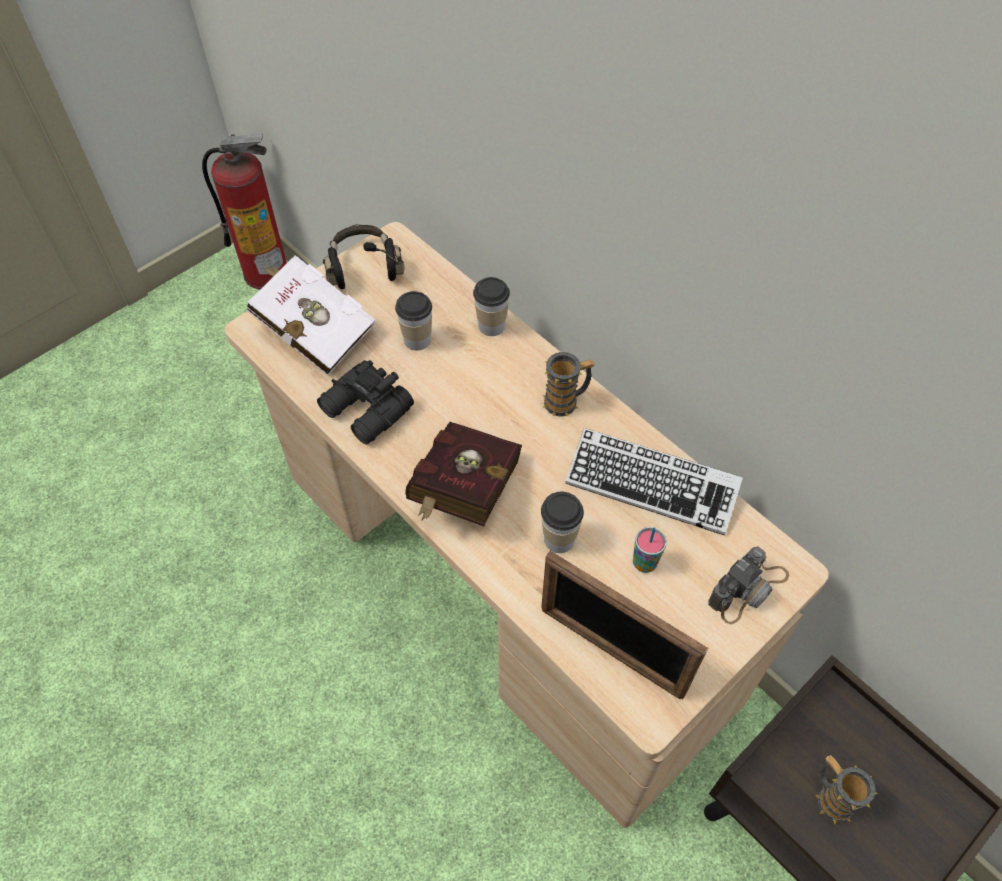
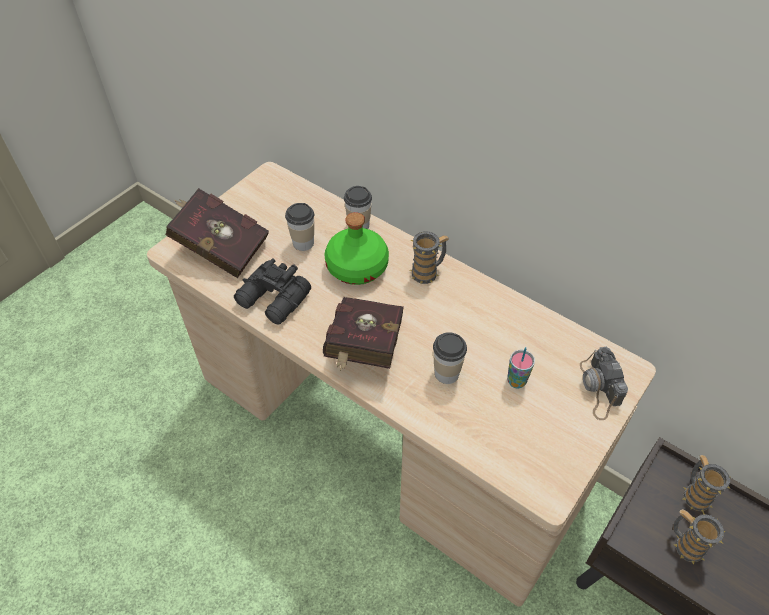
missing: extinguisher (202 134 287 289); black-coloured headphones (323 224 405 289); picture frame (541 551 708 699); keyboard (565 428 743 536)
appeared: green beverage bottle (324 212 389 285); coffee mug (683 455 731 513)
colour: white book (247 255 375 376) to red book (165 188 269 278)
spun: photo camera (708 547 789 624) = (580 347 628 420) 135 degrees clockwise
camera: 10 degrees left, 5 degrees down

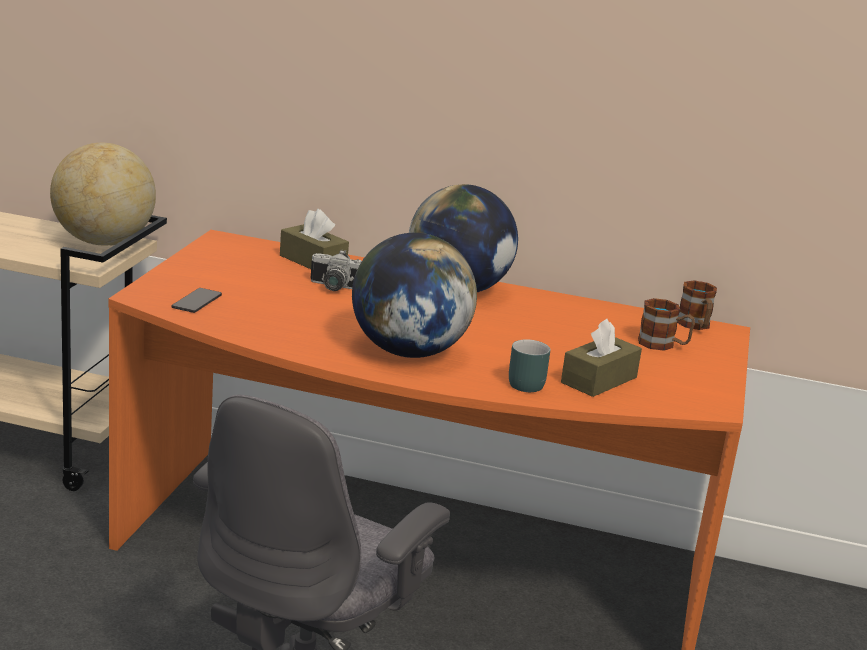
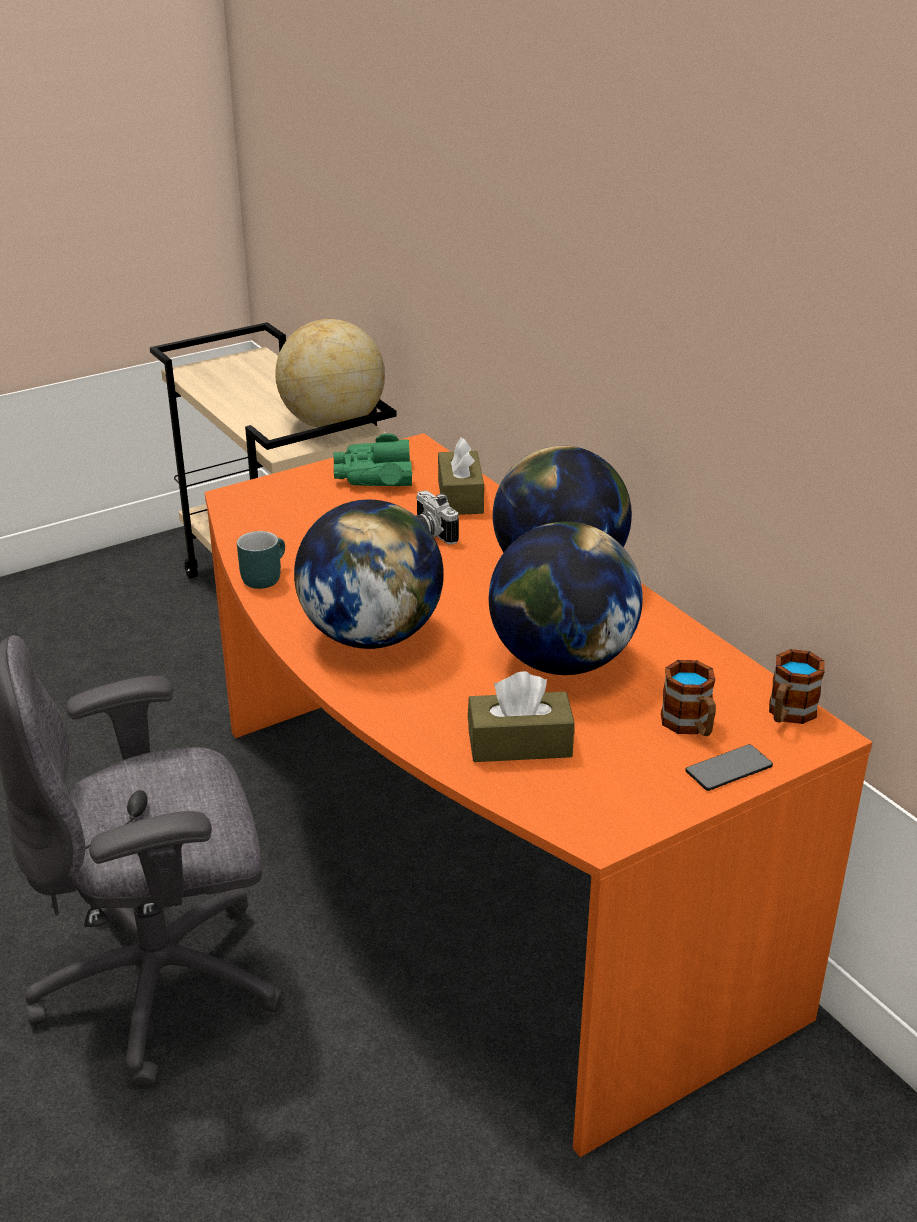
appeared: green pair of binoculars (334 433 413 486); world globe (489 522 643 675)
relocated: phone (172 288 222 313) to (685 744 773 791); turquoise-coloured coffee mug (509 339 550 392) to (237 531 285 589)
camera: 45 degrees right, 10 degrees up

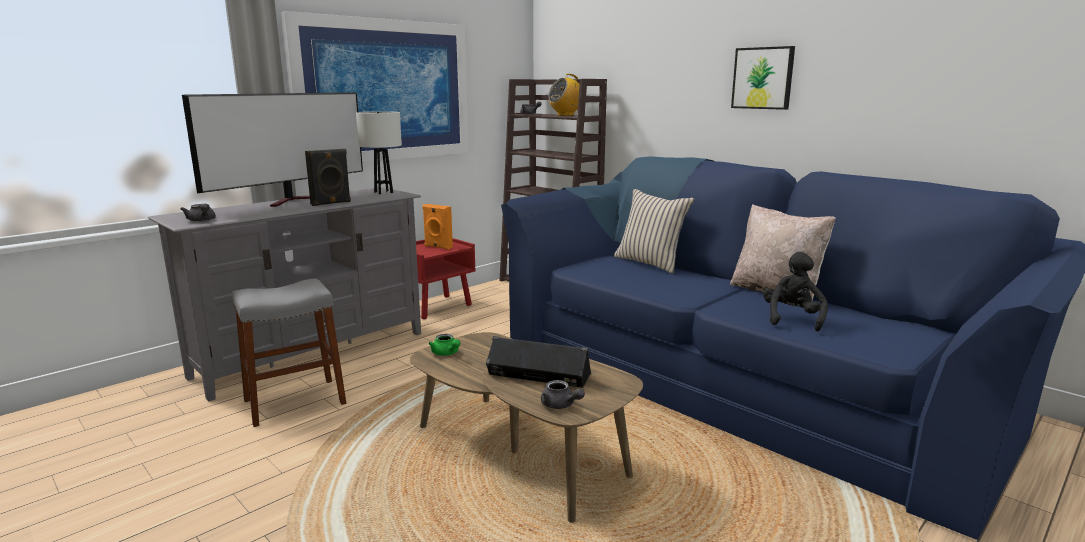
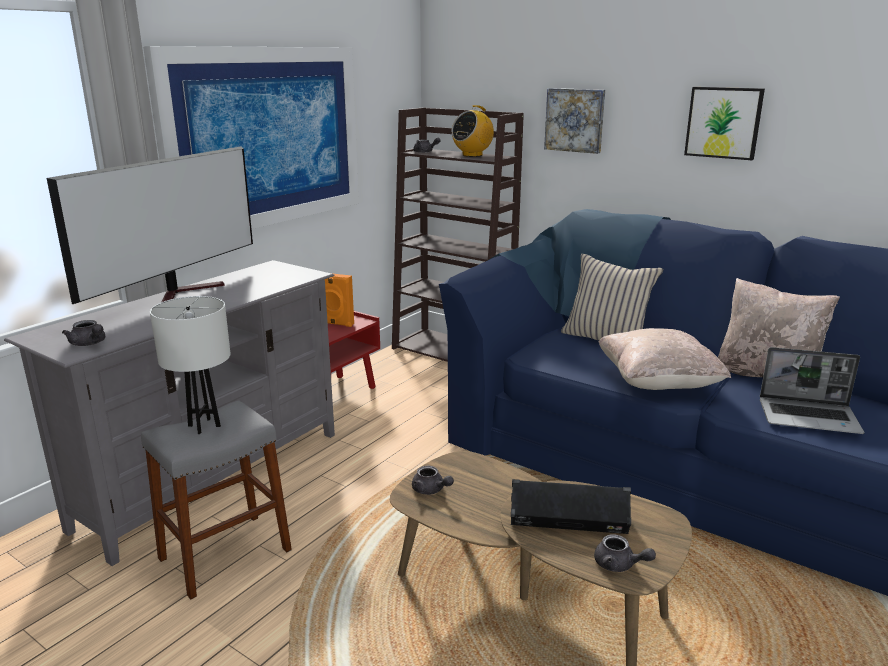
missing: black-coloured audio speaker (305 149 351 206)
appeared: picture (544 88 605 154); beige throw pillow (599 328 731 390)
relocated: white tabletop lamp (356 111 402 194) to (150 296 230 434)
exchanged: black-coloured plush toy (763 252 828 331) to laptop (760 347 865 434)
colour: green pot for tea (428 334 460 356) to gray pot for tea (412 465 454 495)
camera: 10 degrees left, 5 degrees up

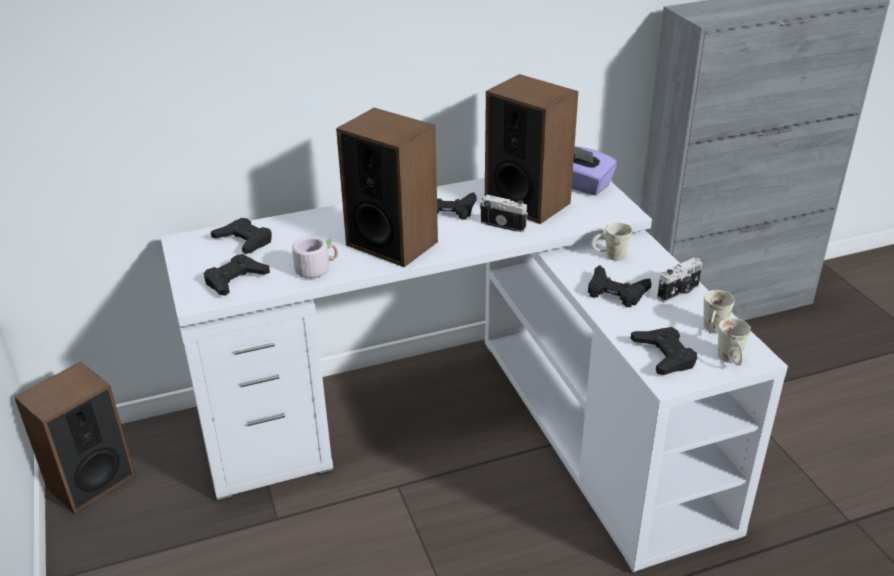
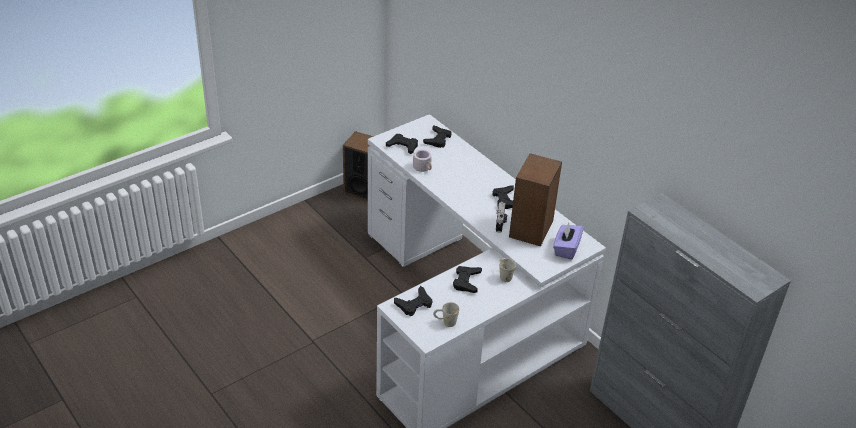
missing: audio speaker (336 108 438 267); photo camera (657 258 702 302); white coffee mug (718 318 751 366)
camera: 70 degrees right, 5 degrees up

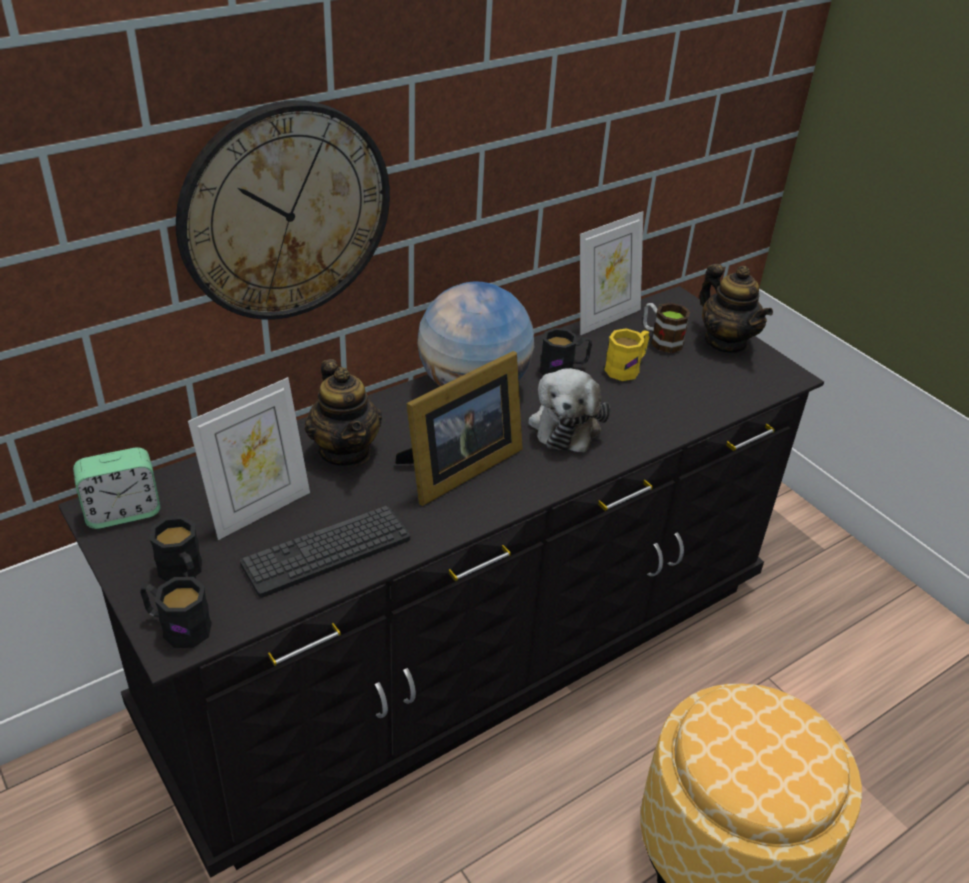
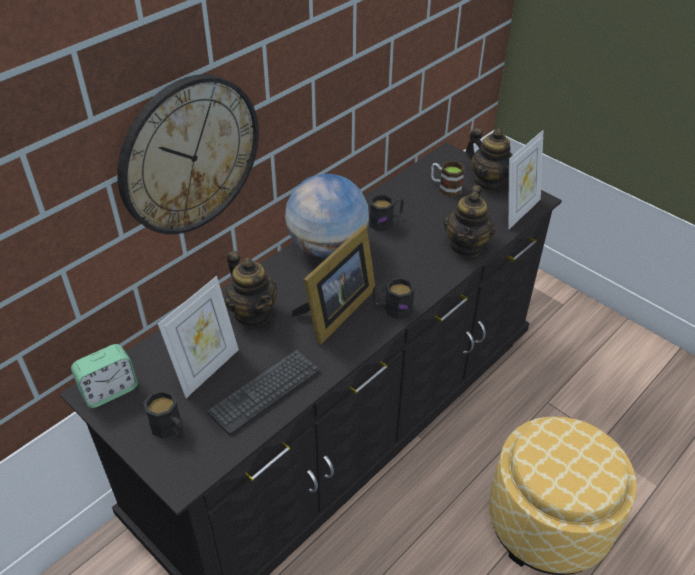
missing: plush toy (528 368 610 452); yellowish coffee mug (604 328 650 381)
appeared: pot for tea (444 185 495 257)
relocated: black-coloured coffee mug (140 577 212 648) to (373 277 415 319); picture frame (580 211 643 335) to (508 130 544 230)
camera: 10 degrees left, 5 degrees up

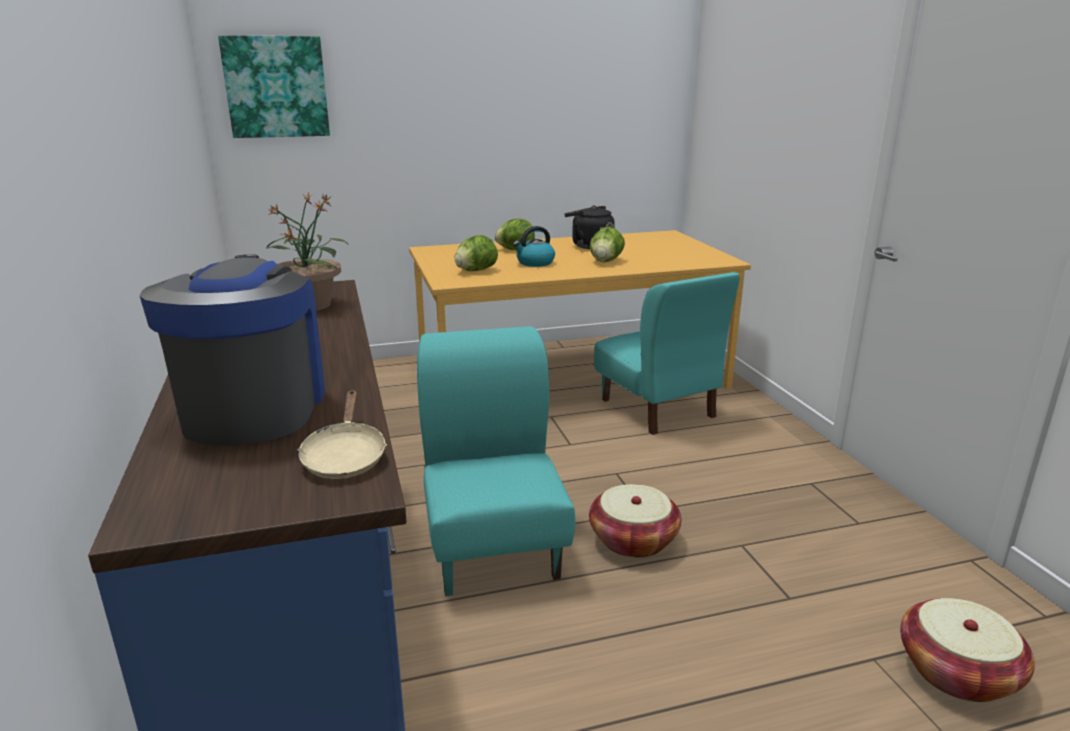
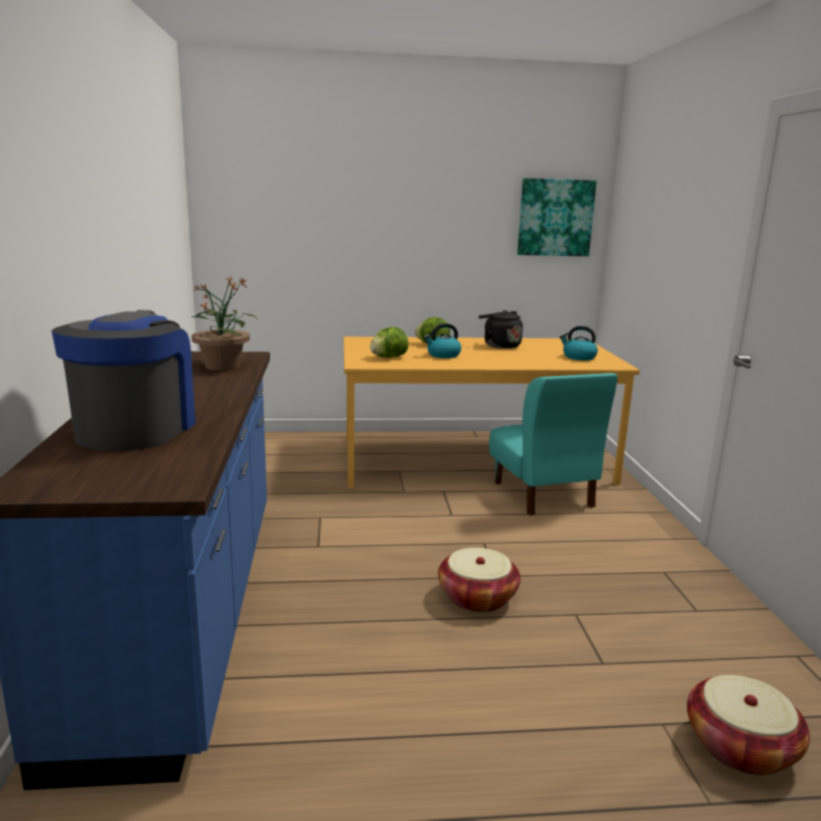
missing: beige pan (297 390 387 479); turquoise-coloured chair (417 326 576 596); head of lettuce (590 227 625 262)
appeared: tea kettle (560 326 598 360)
relocated: picture (218 35 330 138) to (517 178 597 256)
camera: 10 degrees right, 5 degrees down

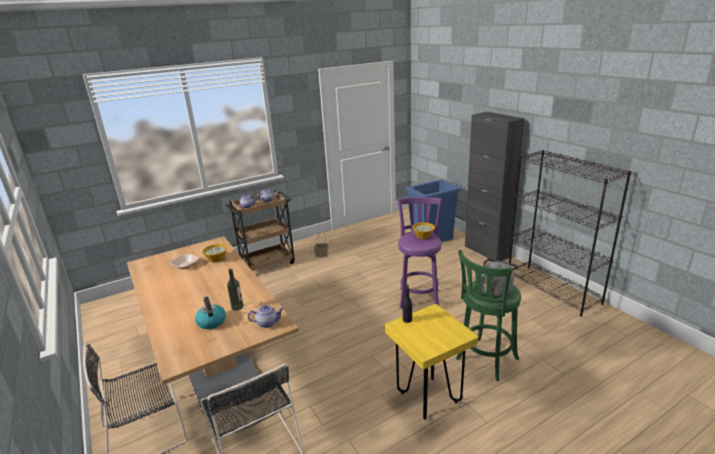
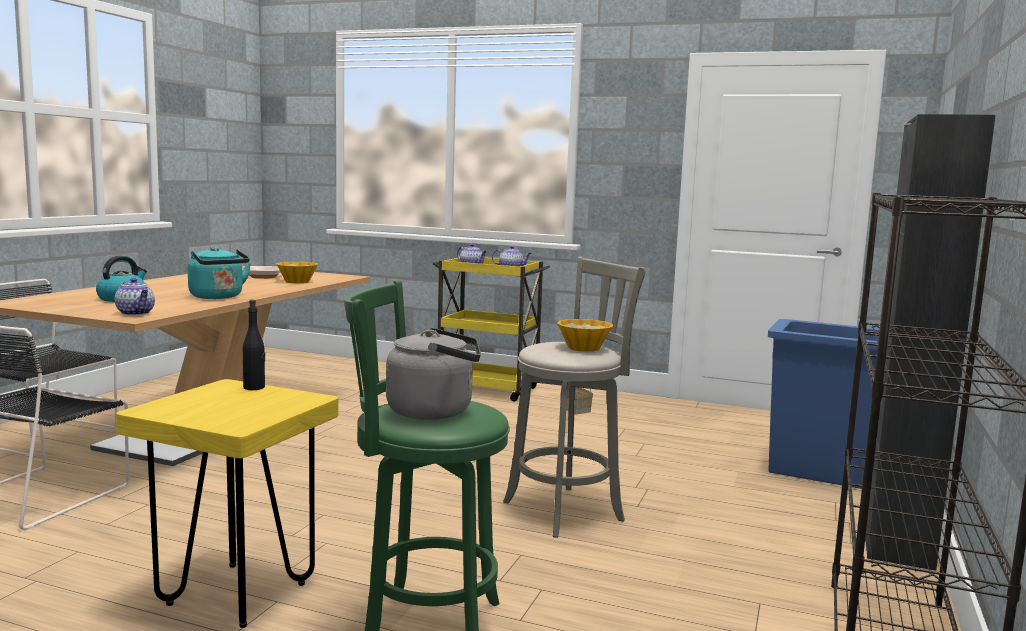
missing: beverage bottle (227 269 244 311)
appeared: turquoise-coloured tea kettle (188 247 251 299)
colour: brownish cart (226 191 295 271) to yellowish cart (433 258 550 402); purple stool (397 197 443 309) to gray stool (503 256 646 538)
camera: 50 degrees right, 15 degrees down

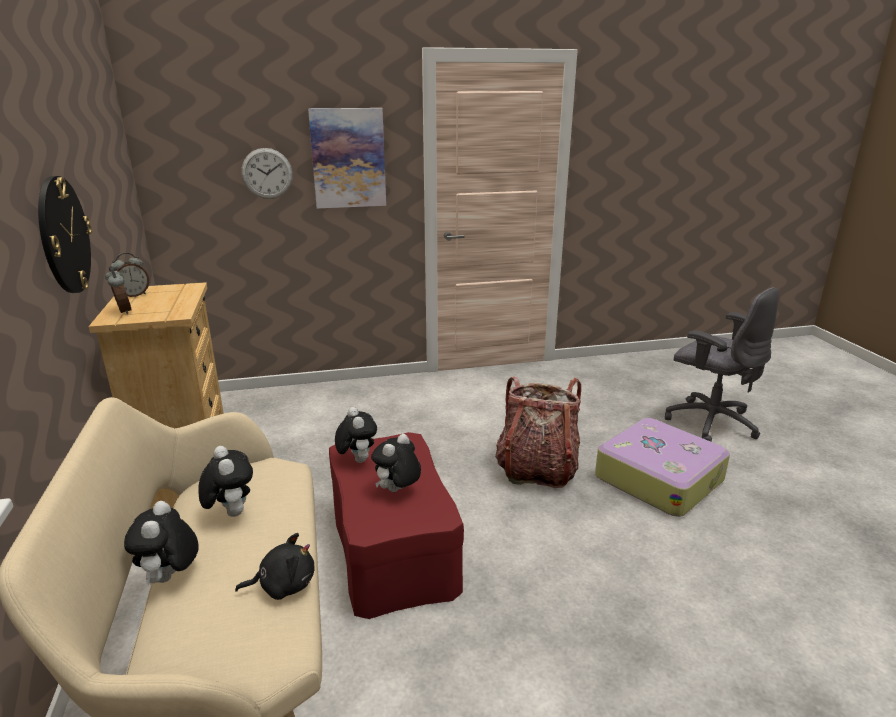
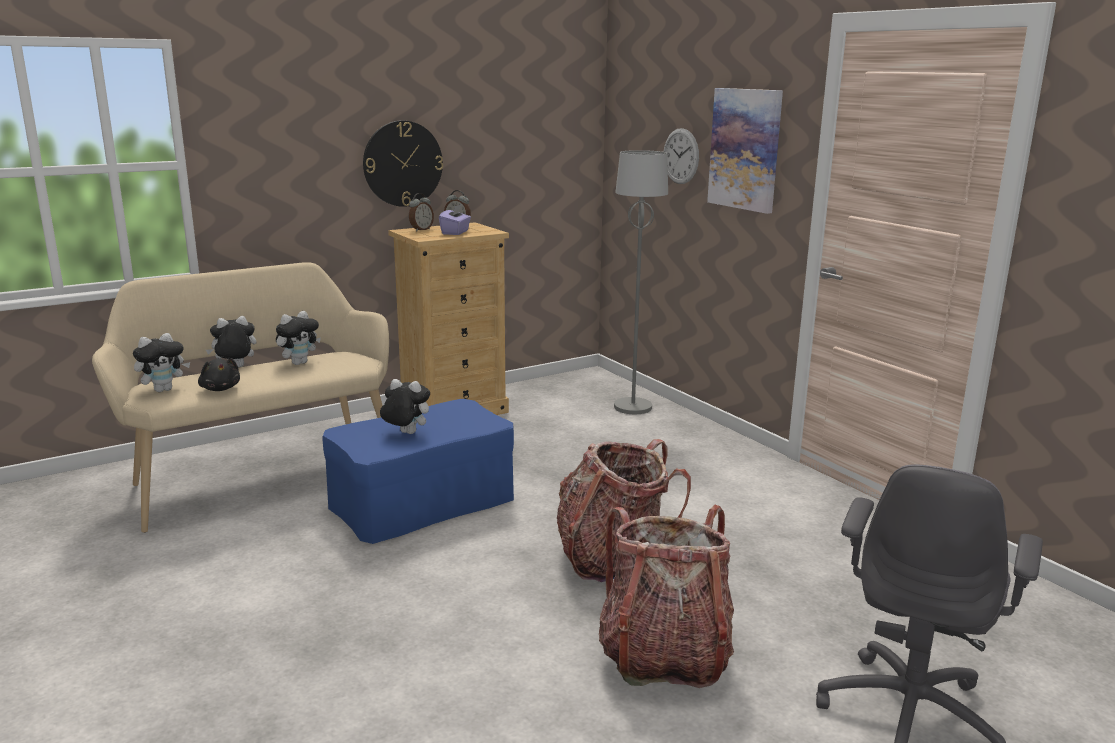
appeared: purple box of tissues (439 204 471 235); gray standing lamp (614 150 668 414)
relocated: plush toy (335 407 377 463) to (133 333 190 392)
exchanged: piece of luggage (595 418 730 517) to knapsack (599 504 734 688)
colour: red pouffe (329 432 464 619) to bluish pouffe (322 399 514 544)
camera: 70 degrees right, 5 degrees down

